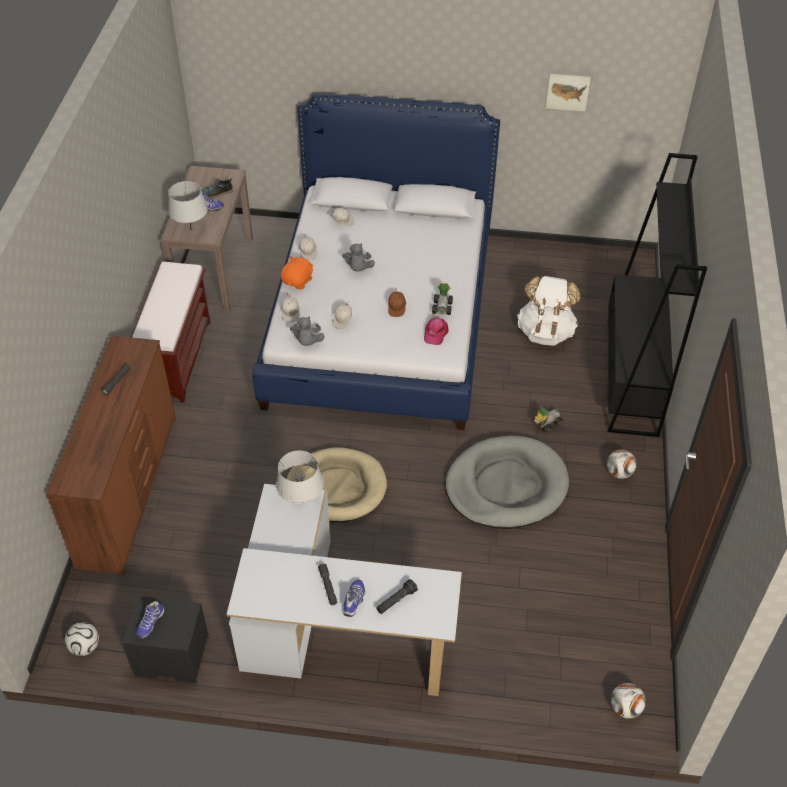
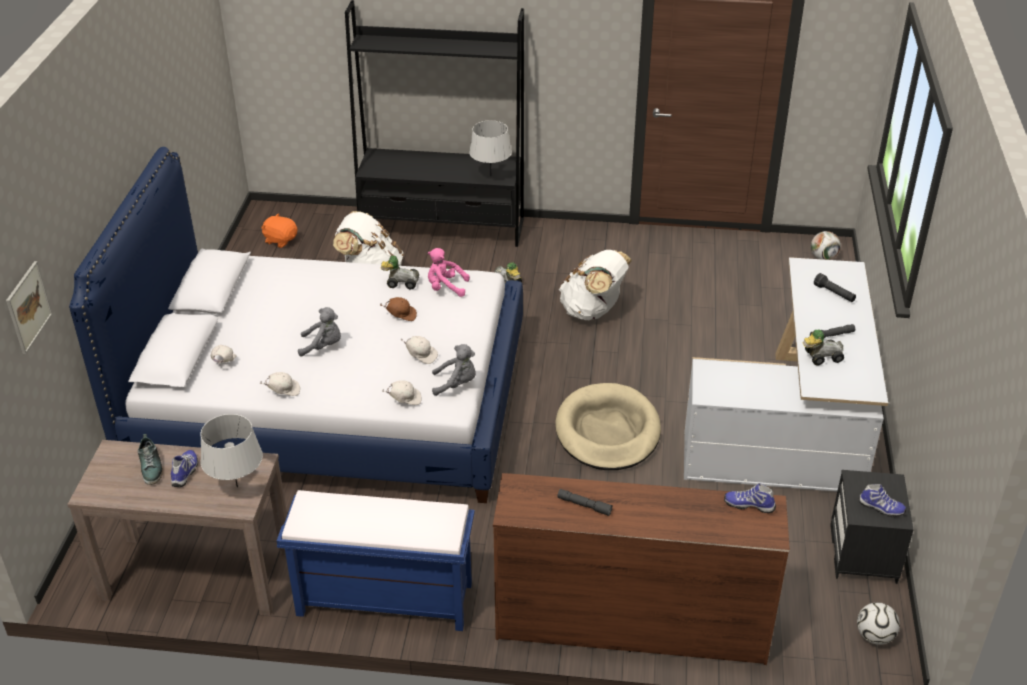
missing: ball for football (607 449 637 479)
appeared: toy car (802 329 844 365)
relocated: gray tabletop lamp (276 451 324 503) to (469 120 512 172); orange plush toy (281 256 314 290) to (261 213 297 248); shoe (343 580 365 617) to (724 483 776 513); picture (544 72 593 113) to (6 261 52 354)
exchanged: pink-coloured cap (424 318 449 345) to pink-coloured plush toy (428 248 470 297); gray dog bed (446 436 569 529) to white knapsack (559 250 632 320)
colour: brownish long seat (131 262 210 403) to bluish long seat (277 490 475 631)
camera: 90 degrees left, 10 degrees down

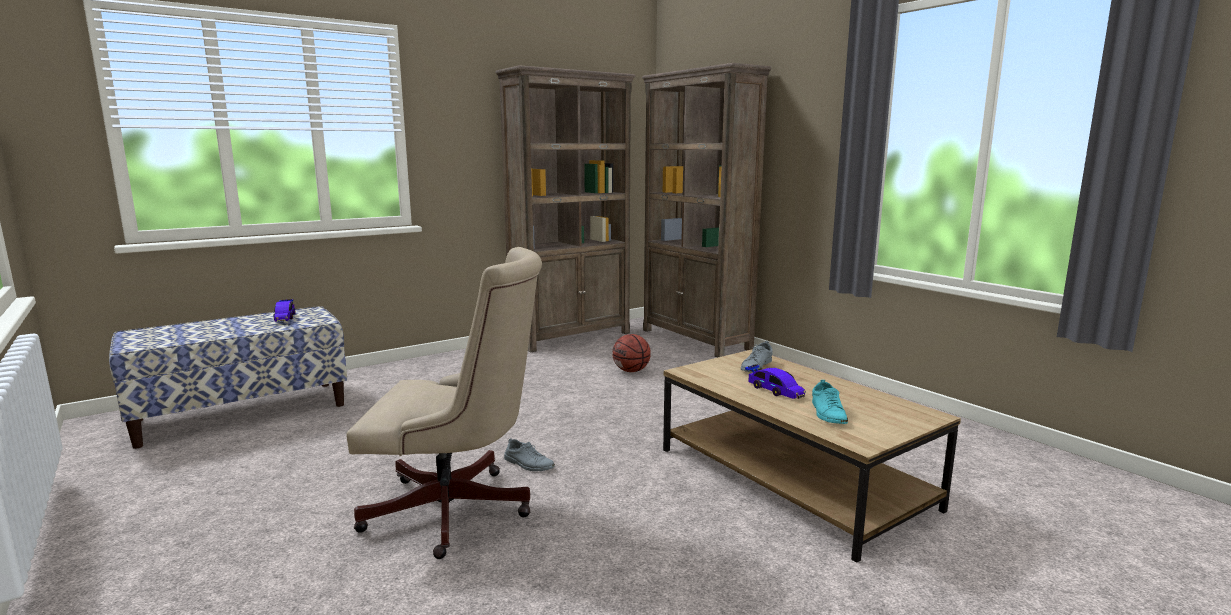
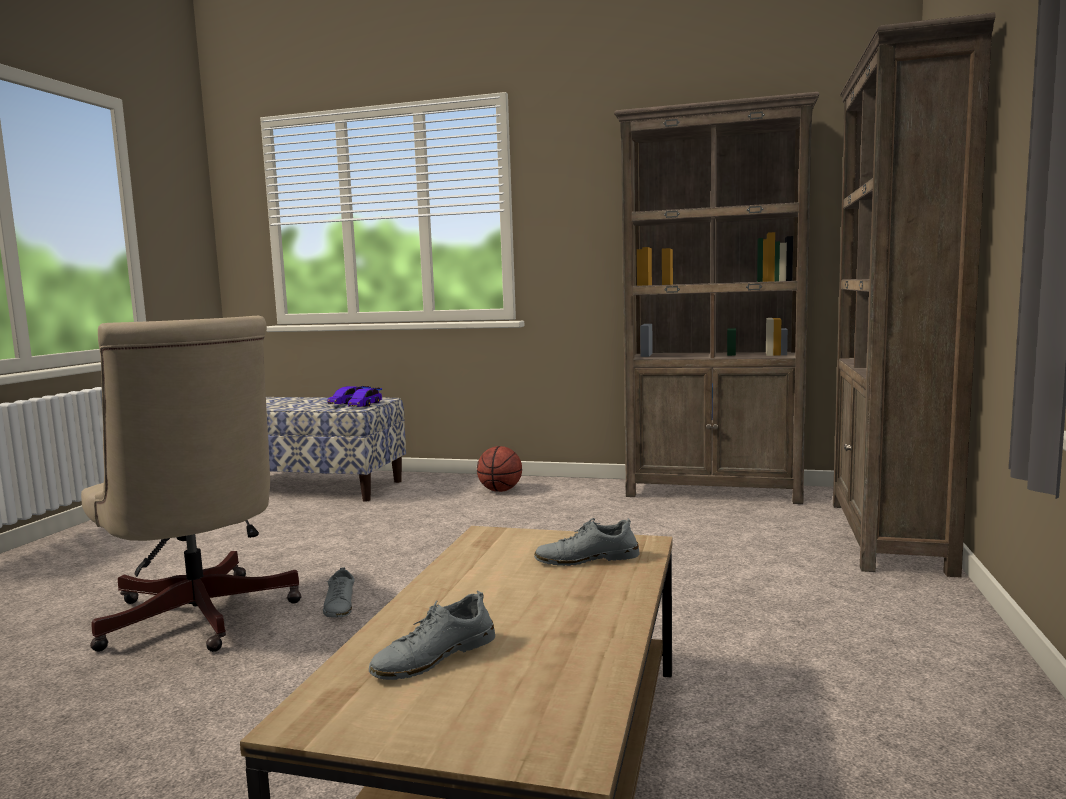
relocated: ball for basketball (612 334 651 372) to (477 446 522 492); toy car (745 364 806 399) to (348 388 382 407)
colour: turquoise-coloured shoe (812 380 848 424) to gray shoe (369 590 495 680)
camera: 50 degrees right, 5 degrees down

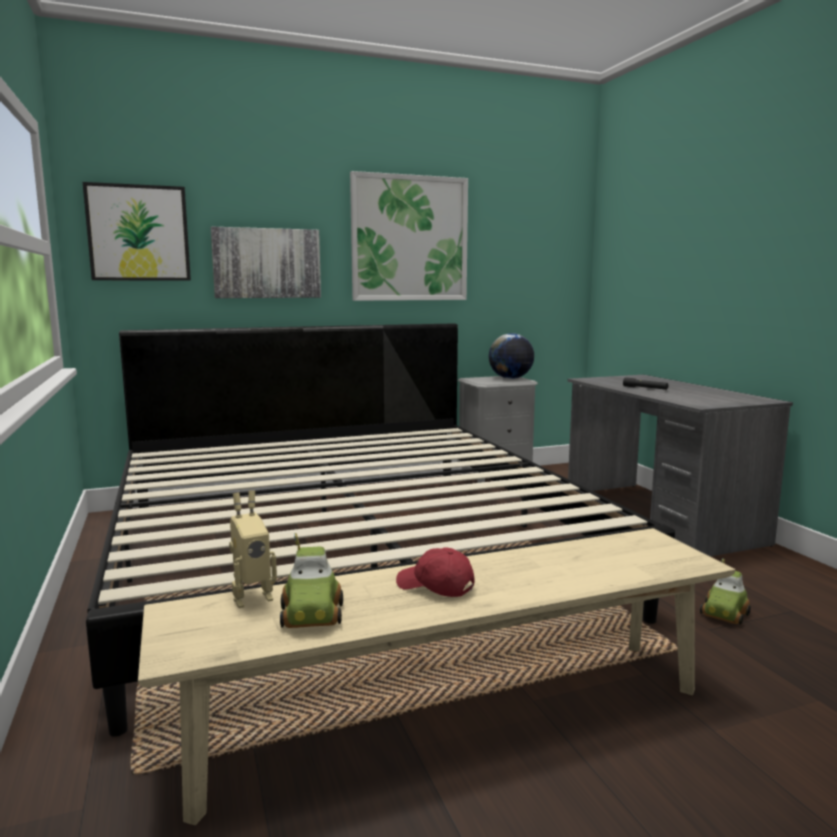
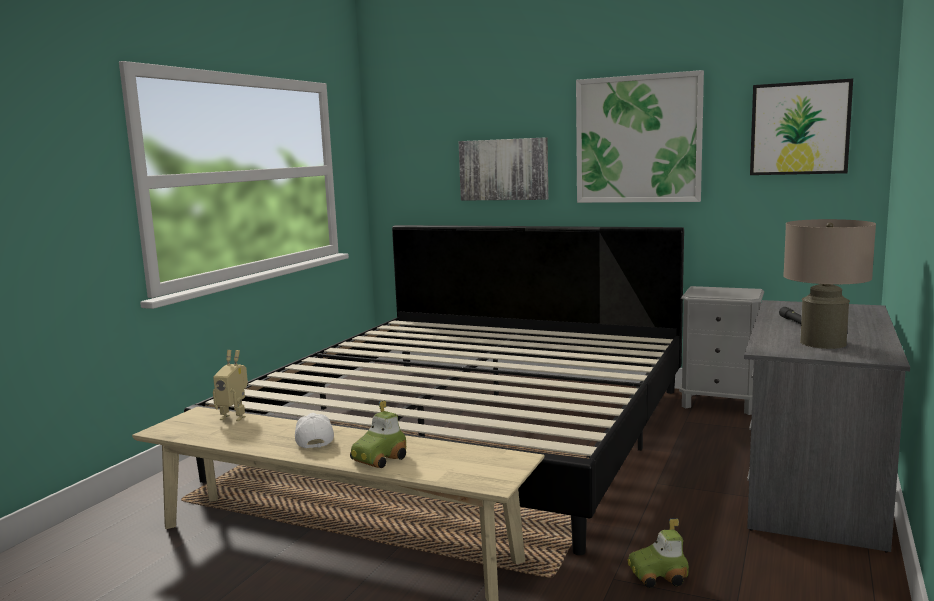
missing: world globe (489 333 534 379)
appeared: beige tabletop lamp (783 219 876 349)
relocated: picture (83 182 191 281) to (750 79 853 175); toy car (280 533 343 628) to (350 400 406 468)
colour: red cap (396 547 475 597) to white cap (295 413 334 448)
camera: 45 degrees right, 0 degrees up

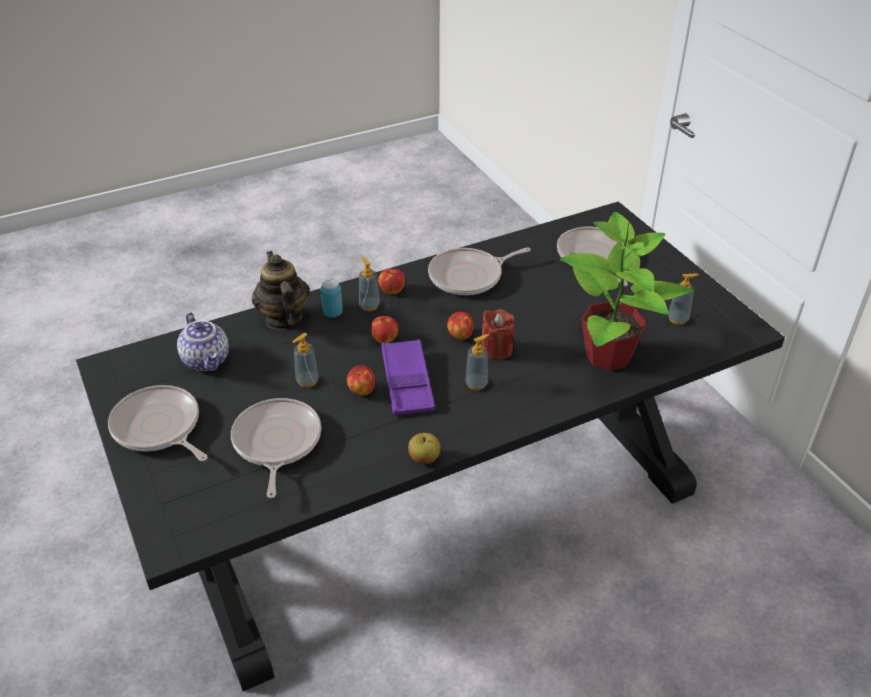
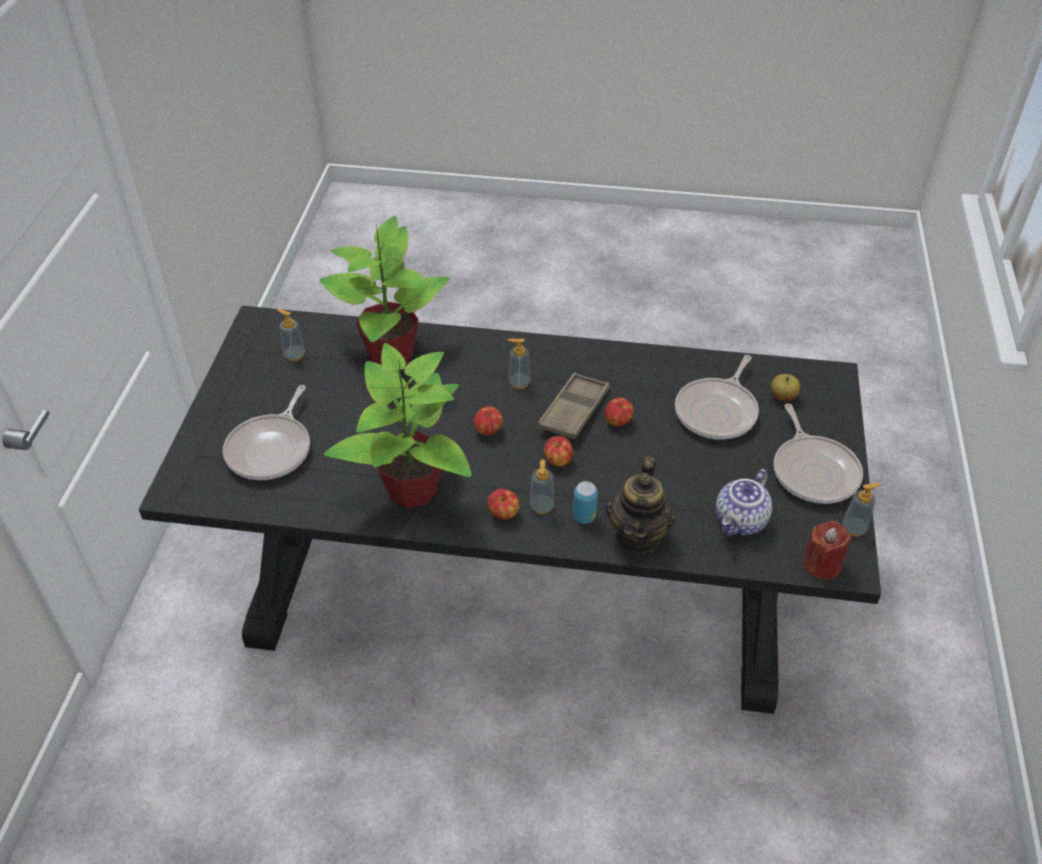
relocated: soap dispenser (293 333 319 388) to (842 483 882 537); apple (408 433 441 464) to (771 374 800 402); red wax light (481 309 514 360) to (803 521 851 579)
exchanged: pan (428 247 531 295) to potted plant (324 343 471 508)
colour: purple serving tray (381 339 435 416) to brownish serving tray (538 373 610 439)
spun: pot for tea (177 312 229 371) = (716 469 772 535) 150 degrees counterclockwise
camera: 145 degrees left, 5 degrees up

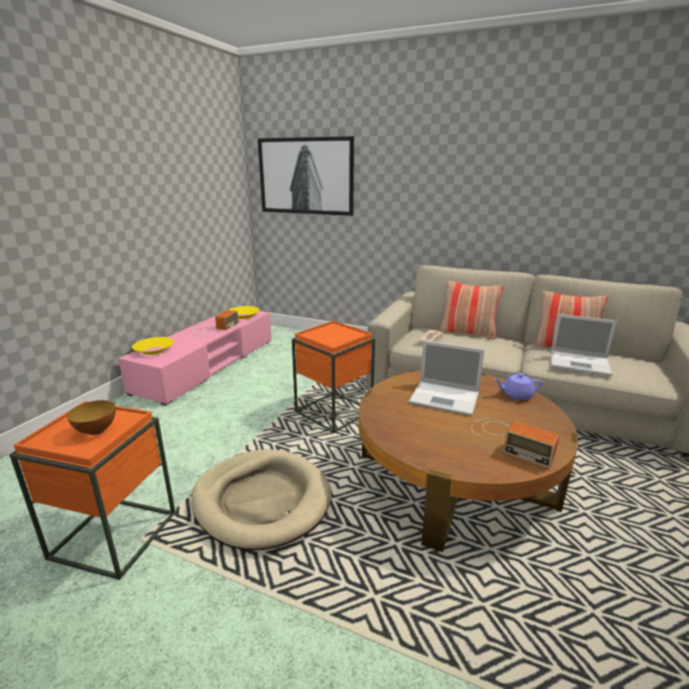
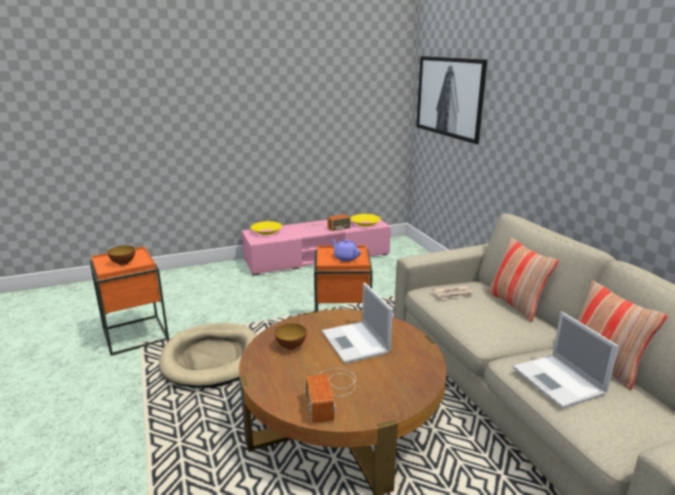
appeared: deep dish (275 323 307 350)
relocated: purple pot for tea (494 373 543 400) to (331 239 361 261)
camera: 45 degrees right, 0 degrees up

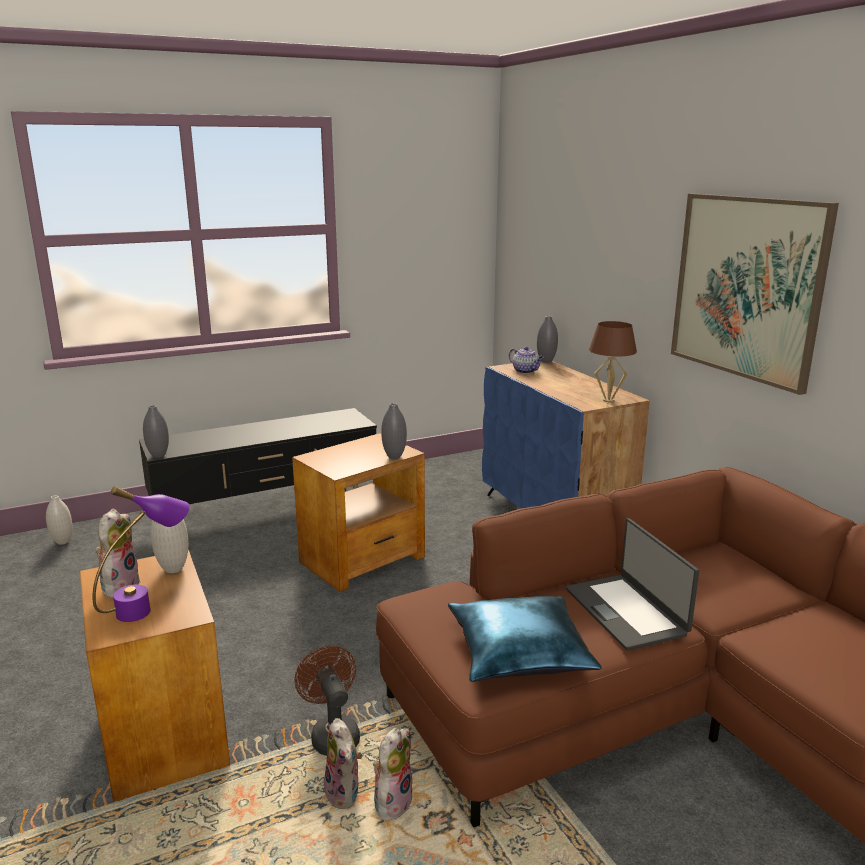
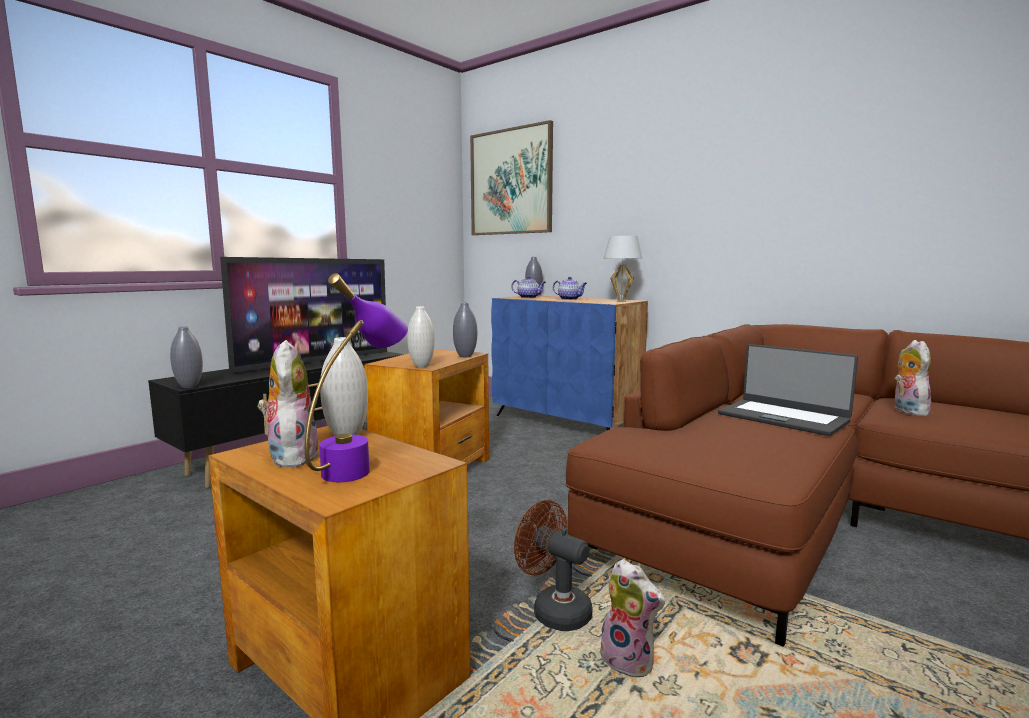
missing: bluish throw pillow (448 596 602 682)
appeared: television (220 257 387 373); pot for tea (553 277 587 300)
relocated: white flower vase (46 495 72 545) to (407 306 435 367); plush toy (373 728 412 821) to (895 340 931 416); picture (671 194 839 395) to (470 120 553 235)
colour: brownish tabletop lamp (589 321 637 402) to white tabletop lamp (604 236 642 302)
camera: 25 degrees left, 10 degrees down

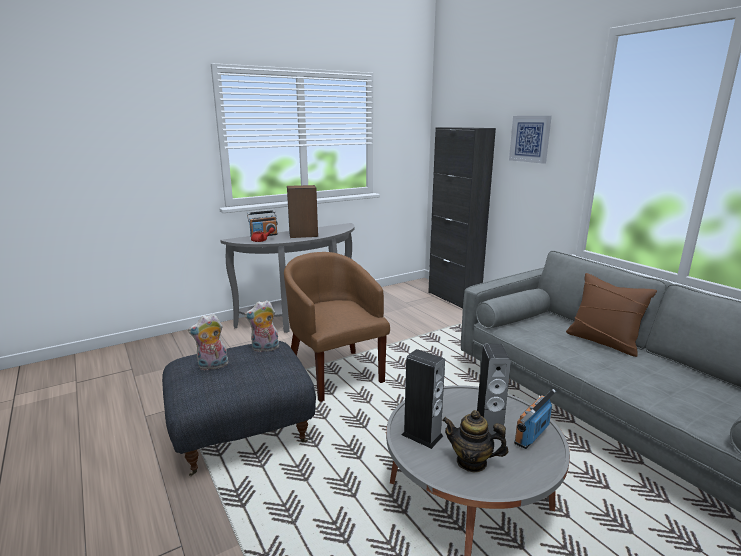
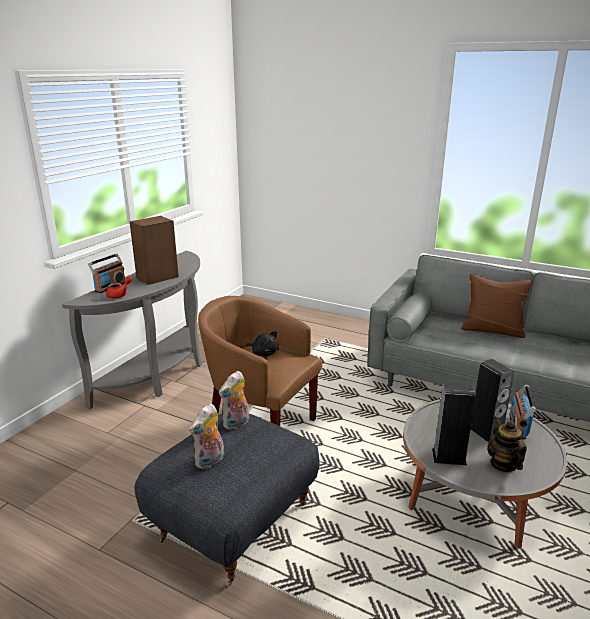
missing: black-coloured cabinet (428 127 496 309); picture (509 116 552 164)
appeared: black-coloured plush toy (246 331 279 356)
spun: pot for tea (442 410 508 472) = (487 418 527 472) 90 degrees clockwise
camera: 30 degrees left, 5 degrees up

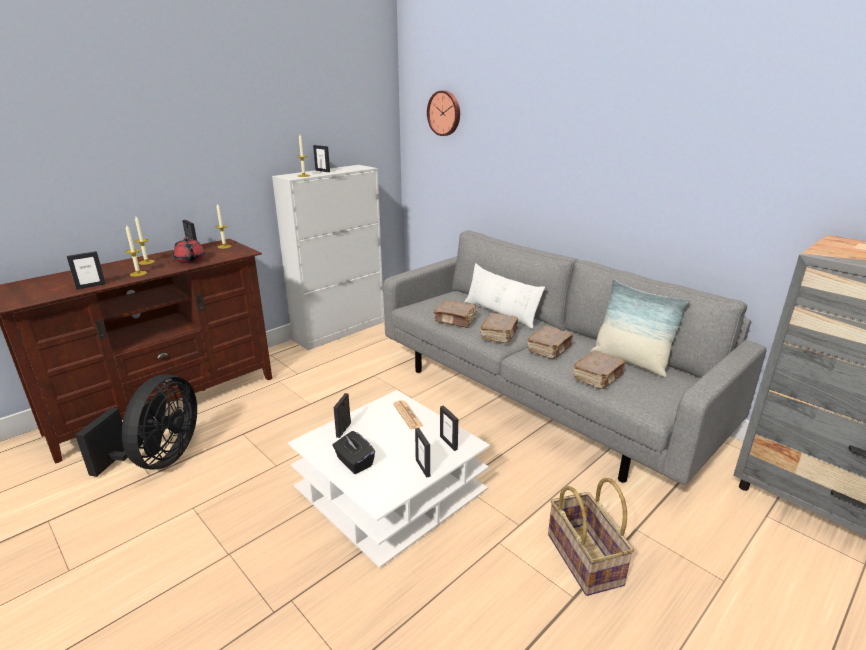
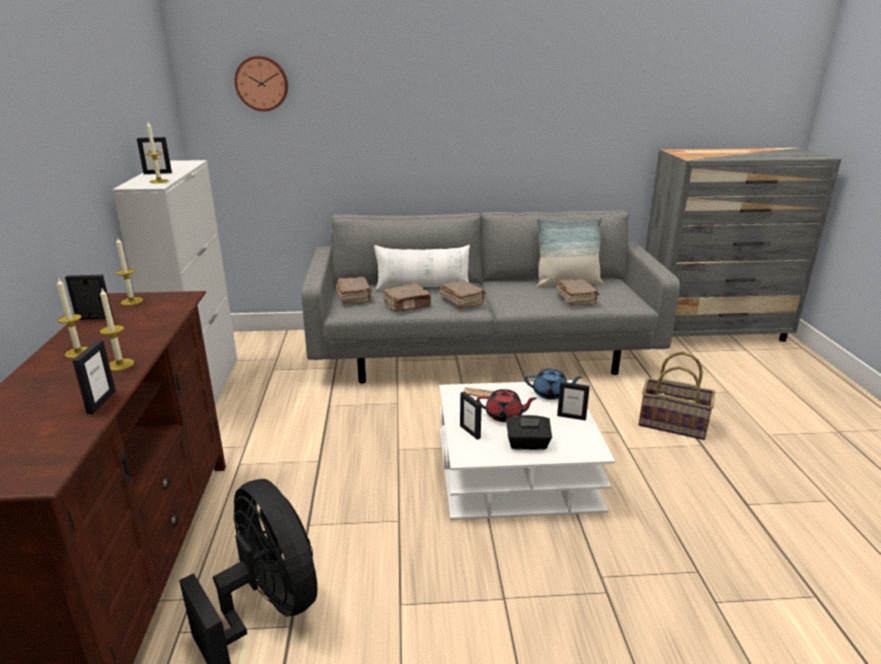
relocated: red pot for tea (173 238 205 263) to (477 389 537 422); brownish book (527 325 573 359) to (336 277 372 304)
exchanged: picture frame (440 405 458 451) to bluish pot for tea (525 369 582 400)
camera: 50 degrees left, 0 degrees up

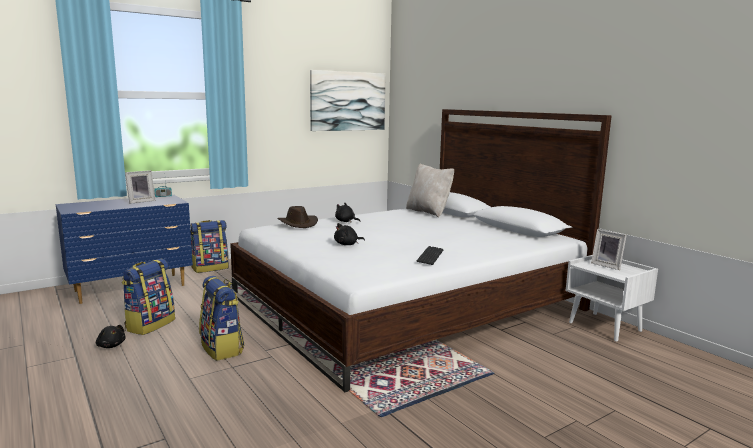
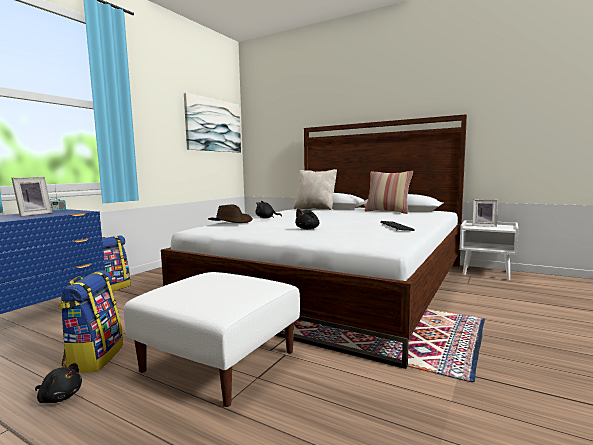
appeared: throw pillow (365 171 413 214)
exchanged: knapsack (199 276 244 361) to white pouffe (124 272 300 407)
camera: 25 degrees left, 5 degrees down

